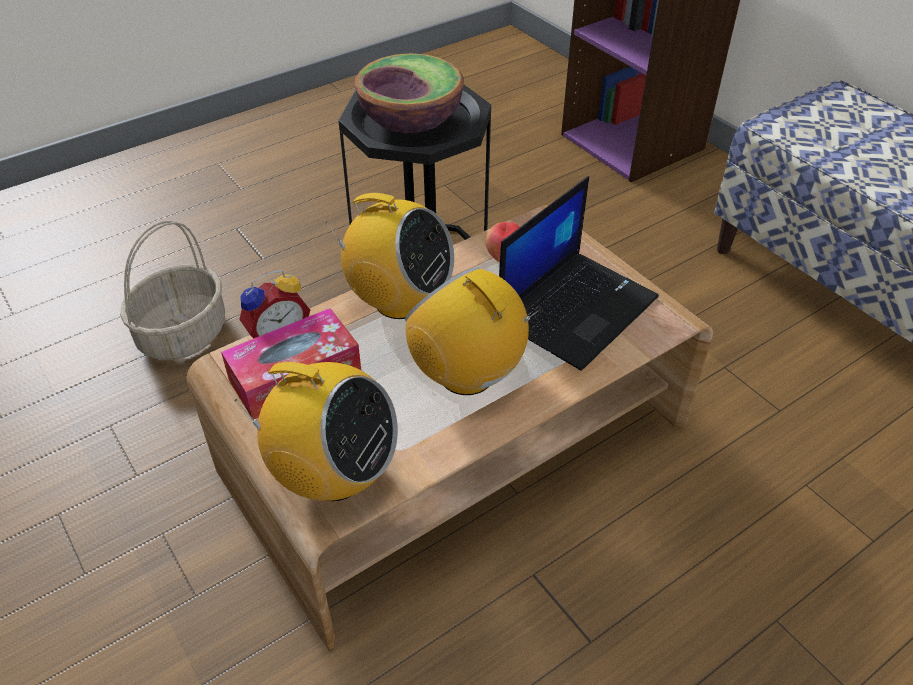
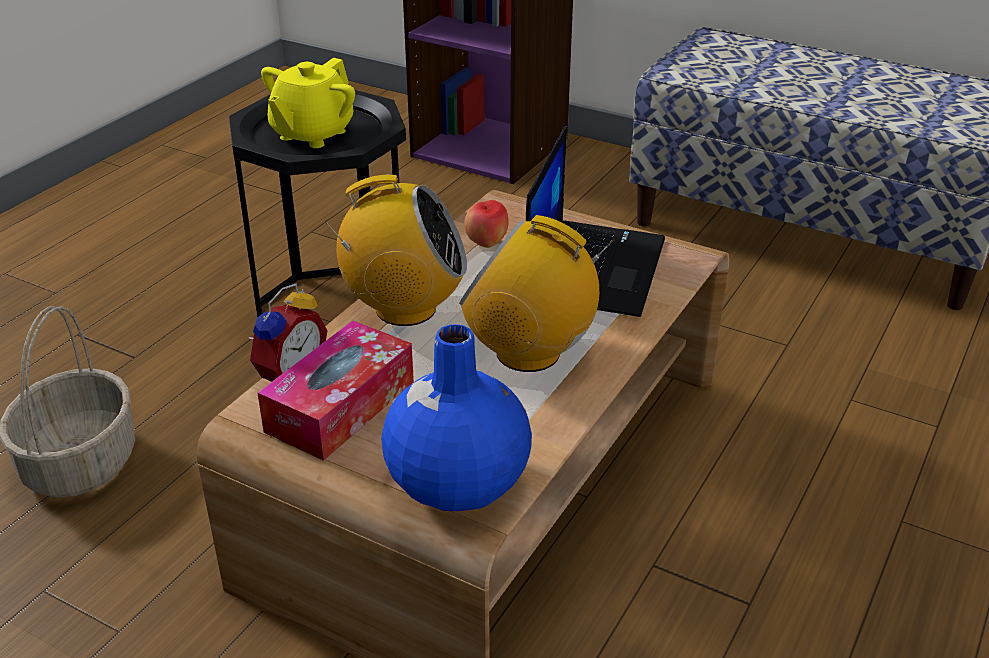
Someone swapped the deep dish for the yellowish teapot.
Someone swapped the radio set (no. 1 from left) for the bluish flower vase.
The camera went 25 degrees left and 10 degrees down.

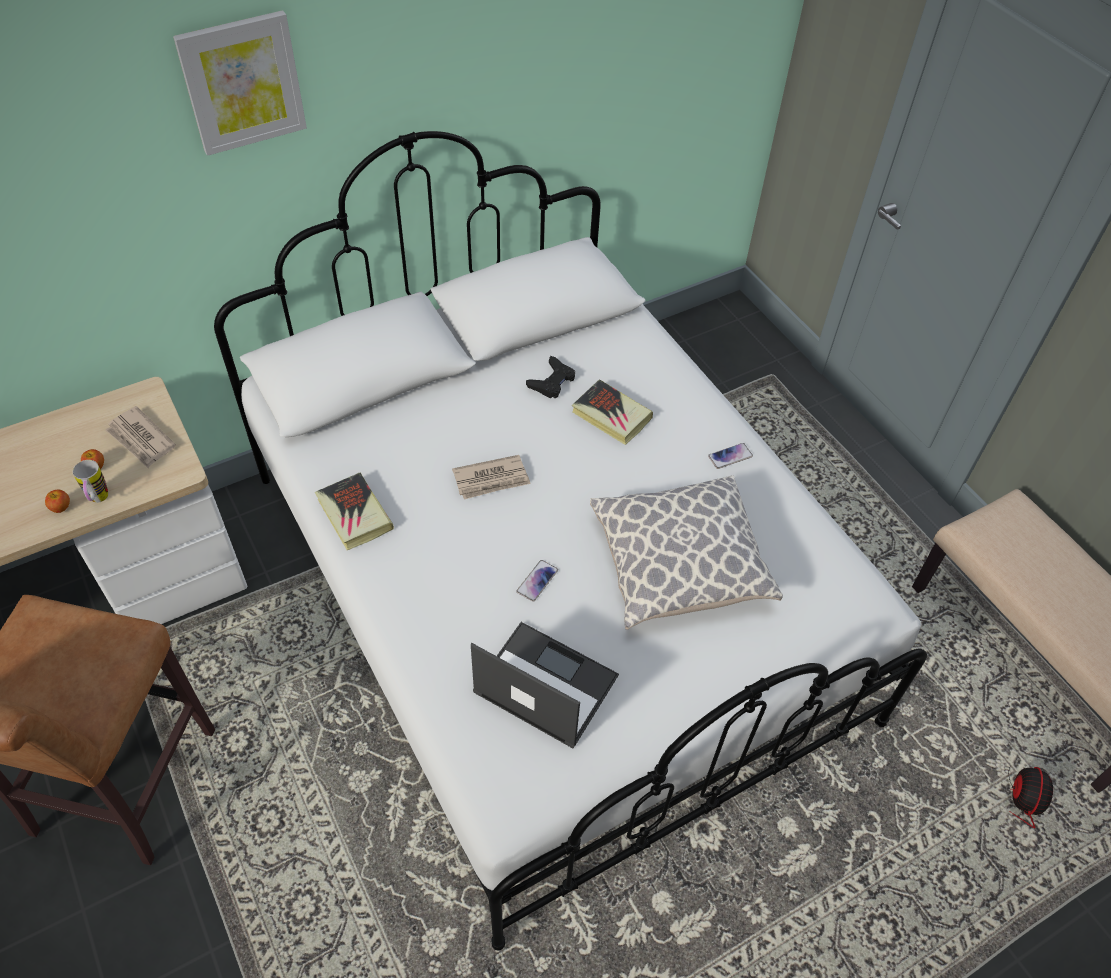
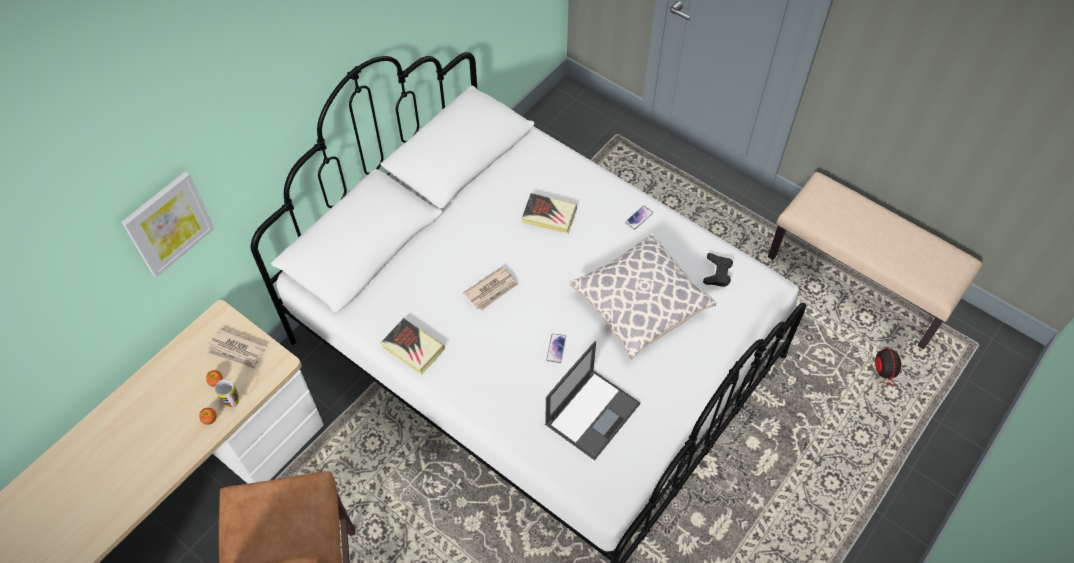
Someone carried the picture.
Someone carried the black-coloured joypad.
Someone rotated the laptop by 120 degrees clockwise.
The camera went 20 degrees left and 5 degrees up.

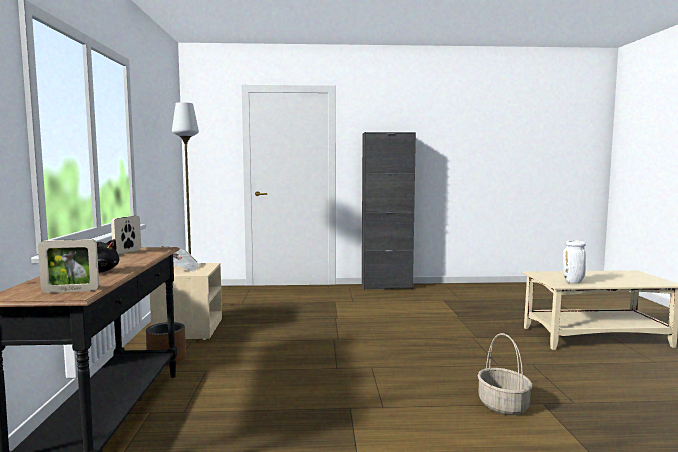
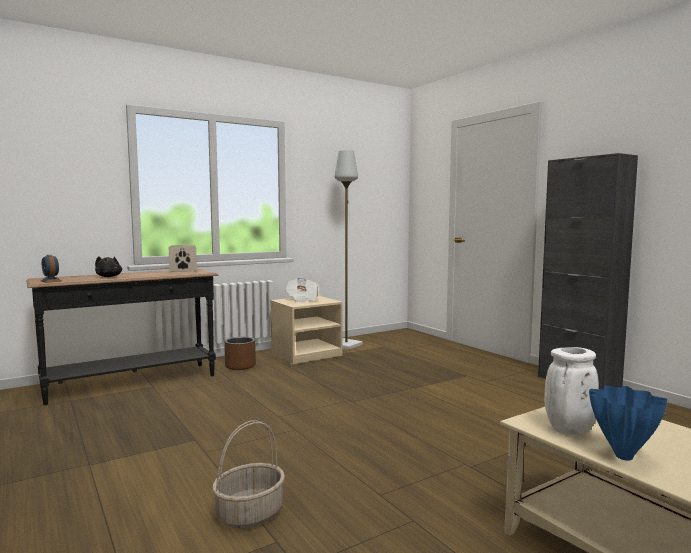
Someone swapped the standing frame (no. 1 from left) for the bedside clock.
Someone put down the bluish flower vase.
The camera went 60 degrees right and 0 degrees up.

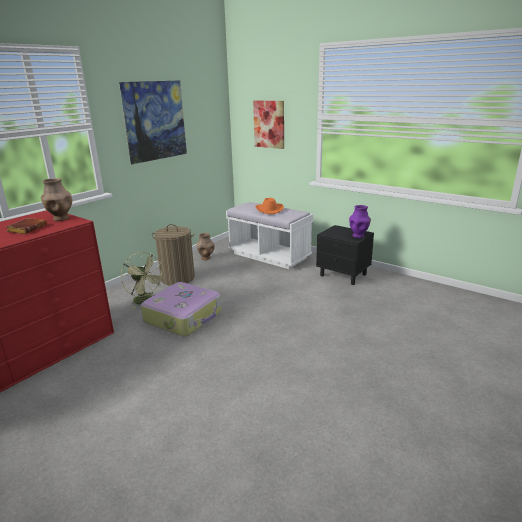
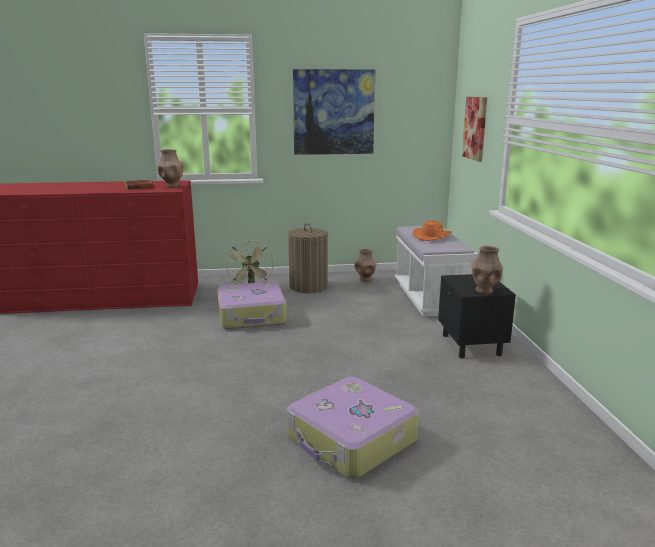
Someone repainted the purple-coloured flower vase, which became the brown flower vase (no. 3 from left).
Someone put down the travel case (no. 2 from left).
The camera went 45 degrees right and 5 degrees down.

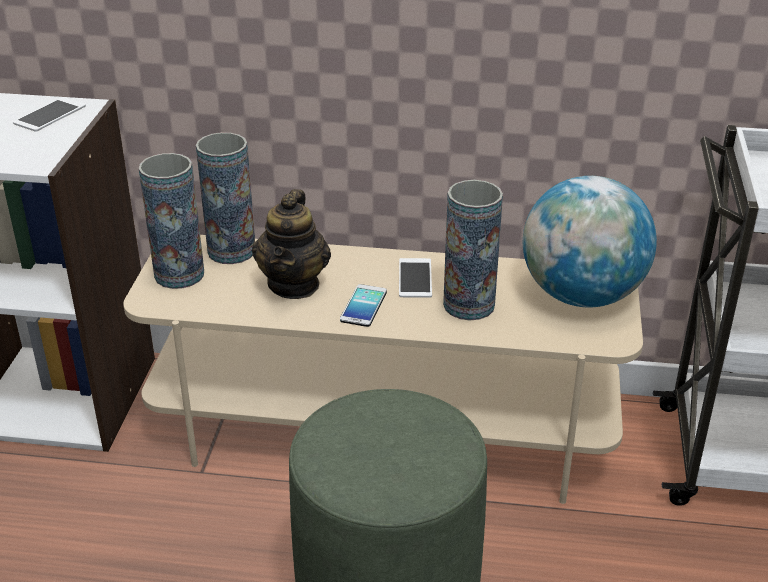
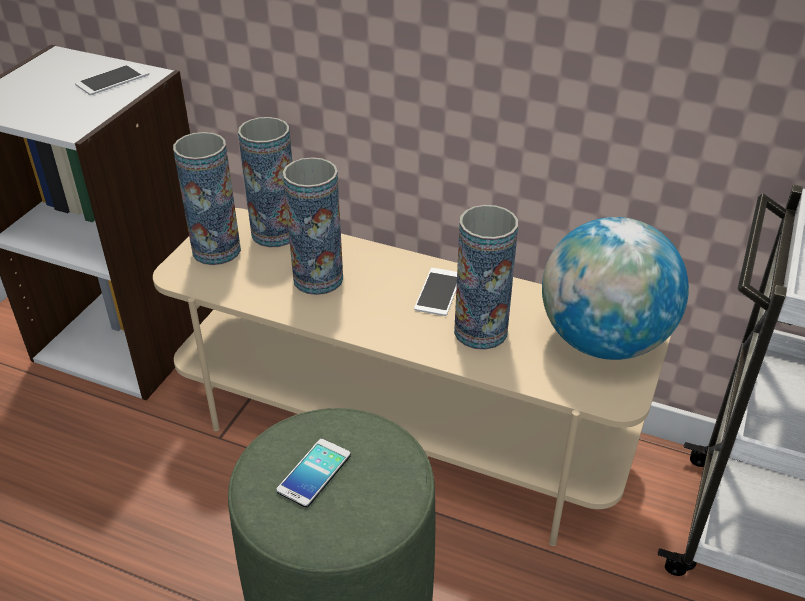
Someone swapped the teapot for the flower vase (no. 3 from left).
Someone carried the telephone (no. 2 from left).
The camera went 15 degrees right and 5 degrees up.

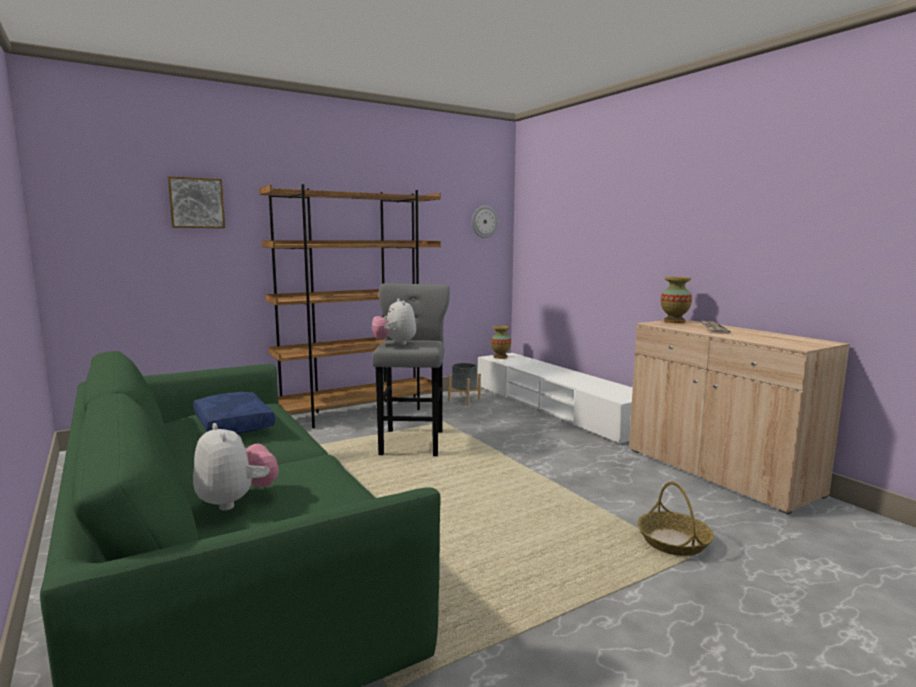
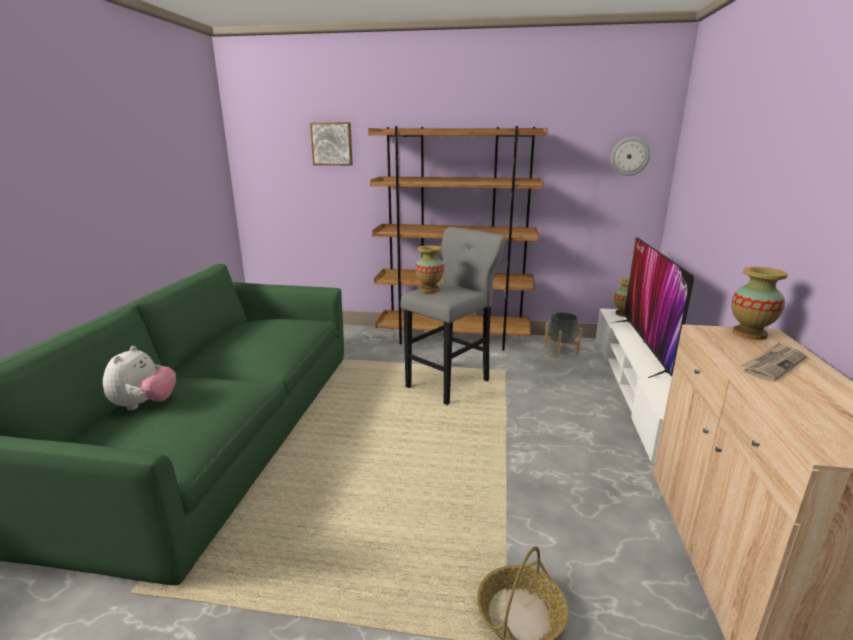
Someone swapped the plush toy (no. 2 from left) for the flower vase (no. 1 from left).
Someone took away the bluish throw pillow.
Someone put down the TV.
The camera went 40 degrees right and 10 degrees up.

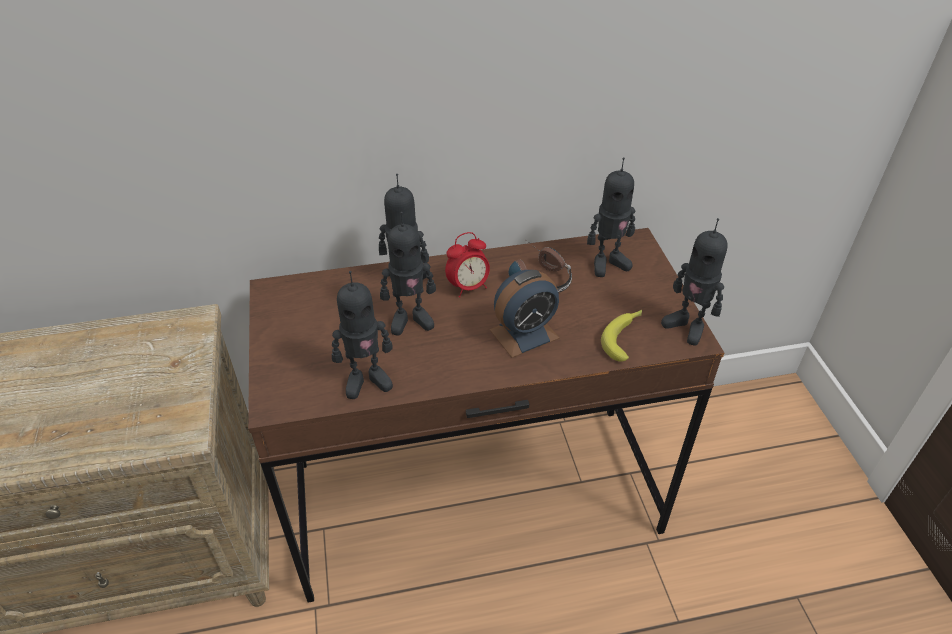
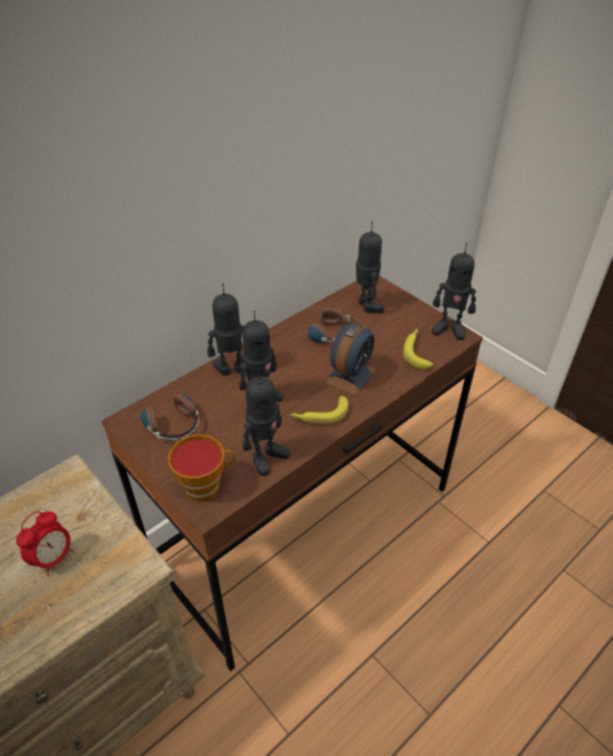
Someone rotated the model robot (no. 4 from left) by 60 degrees counterclockwise.
Someone carried the bedside clock (no. 1 from left).
Someone put down the headphones (no. 1 from left).
Someone put down the whole banana (no. 1 from left).
Someone put down the cup.
The camera went 30 degrees left and 0 degrees up.

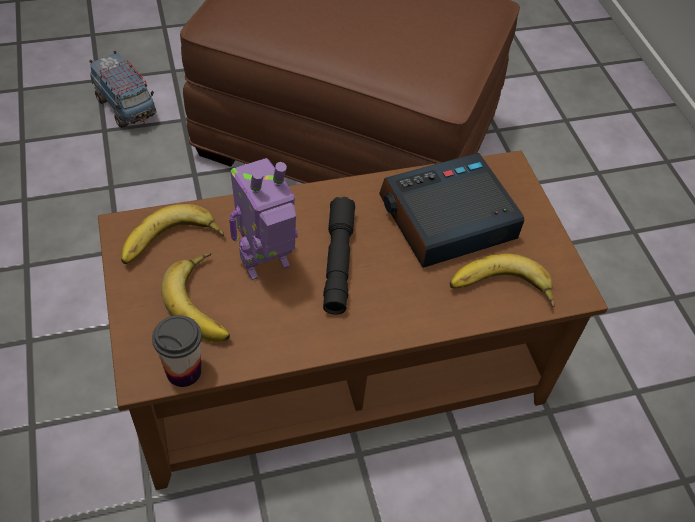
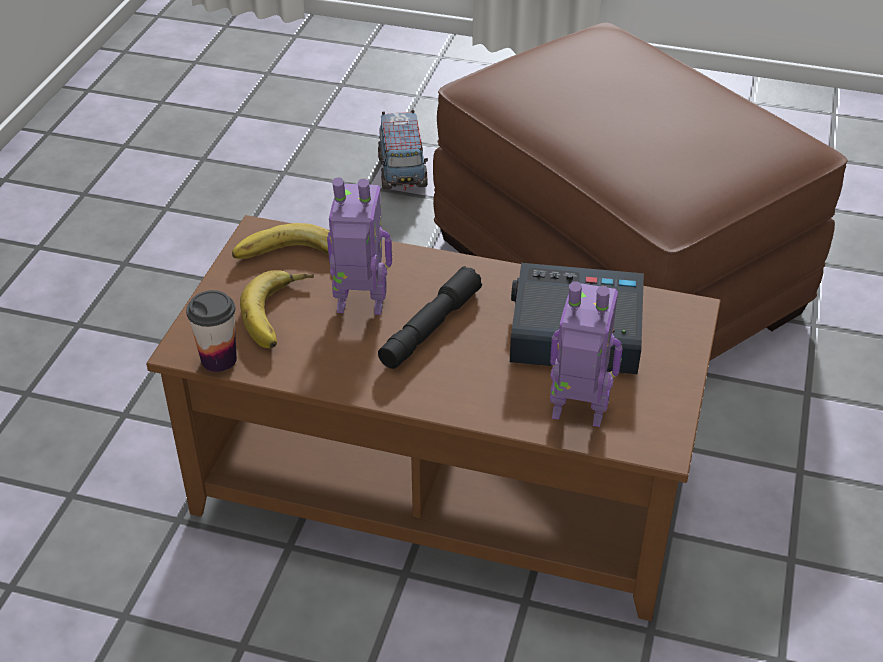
Someone swapped the whole banana (no. 3 from left) for the model robot (no. 2 from left).
The camera went 35 degrees right and 10 degrees down.

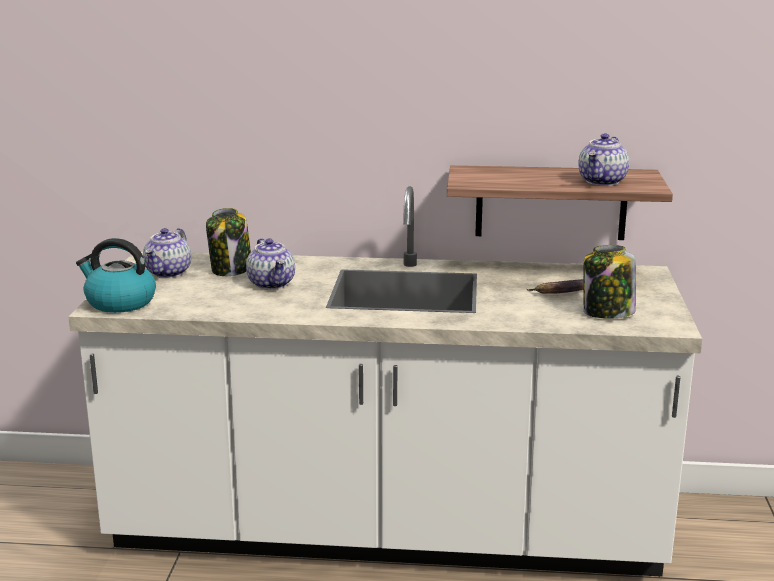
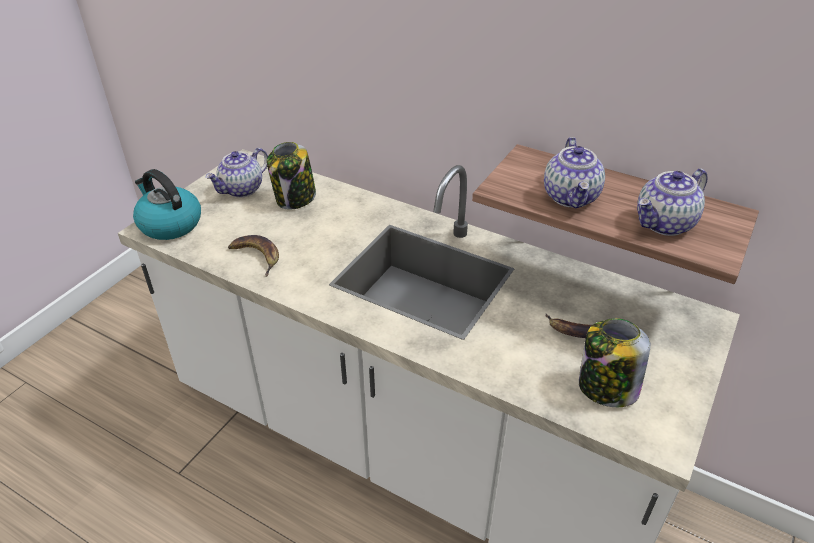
Someone carried the teapot (no. 2 from left).
Someone put down the whole banana (no. 1 from left).
The camera went 25 degrees right and 20 degrees up.

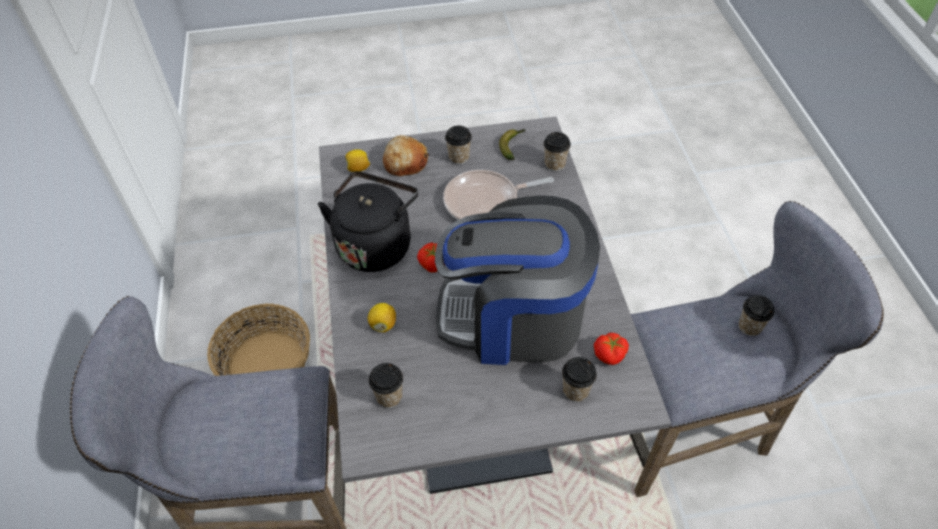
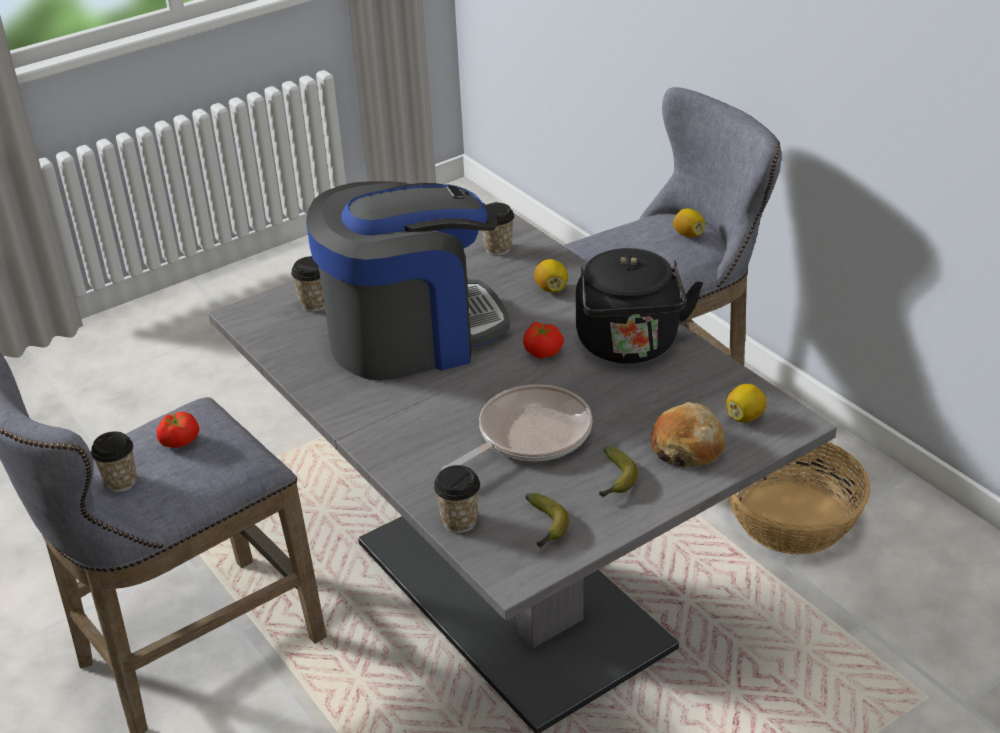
Someone swapped the cup (no. 2 from left) for the whole banana (no. 2 from left).
Someone carried the whole tomato (no. 2 from left in the first image).
Someone put down the whole lemon (no. 2 from left).
The camera went 155 degrees right and 15 degrees down.

